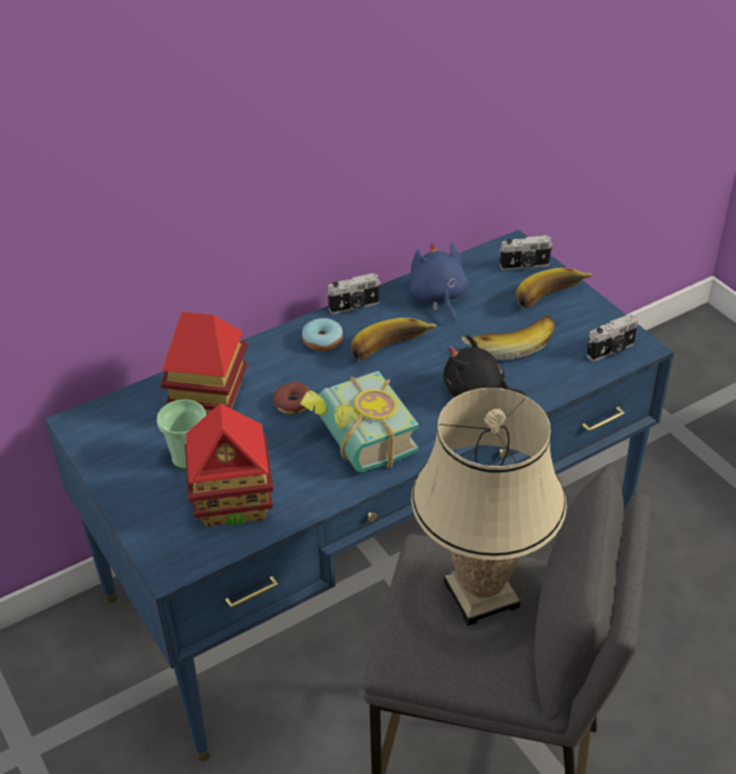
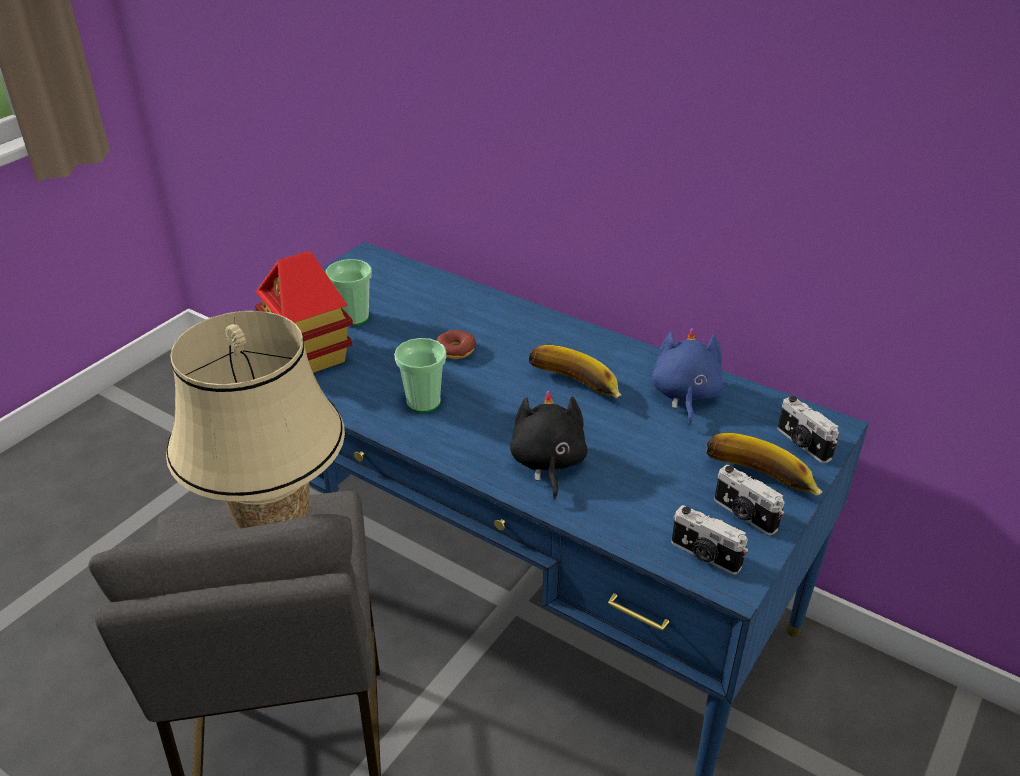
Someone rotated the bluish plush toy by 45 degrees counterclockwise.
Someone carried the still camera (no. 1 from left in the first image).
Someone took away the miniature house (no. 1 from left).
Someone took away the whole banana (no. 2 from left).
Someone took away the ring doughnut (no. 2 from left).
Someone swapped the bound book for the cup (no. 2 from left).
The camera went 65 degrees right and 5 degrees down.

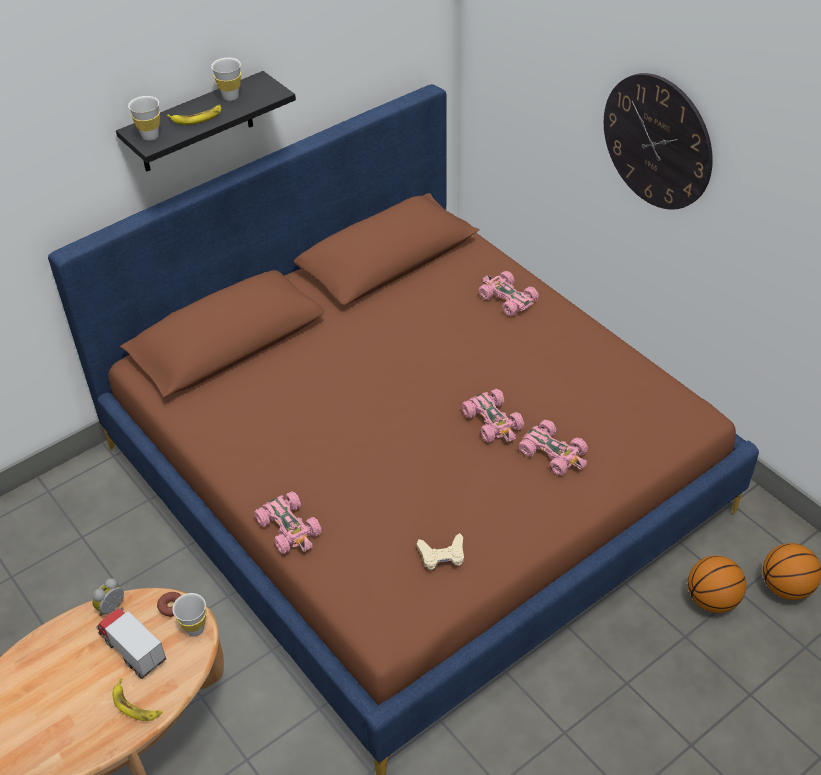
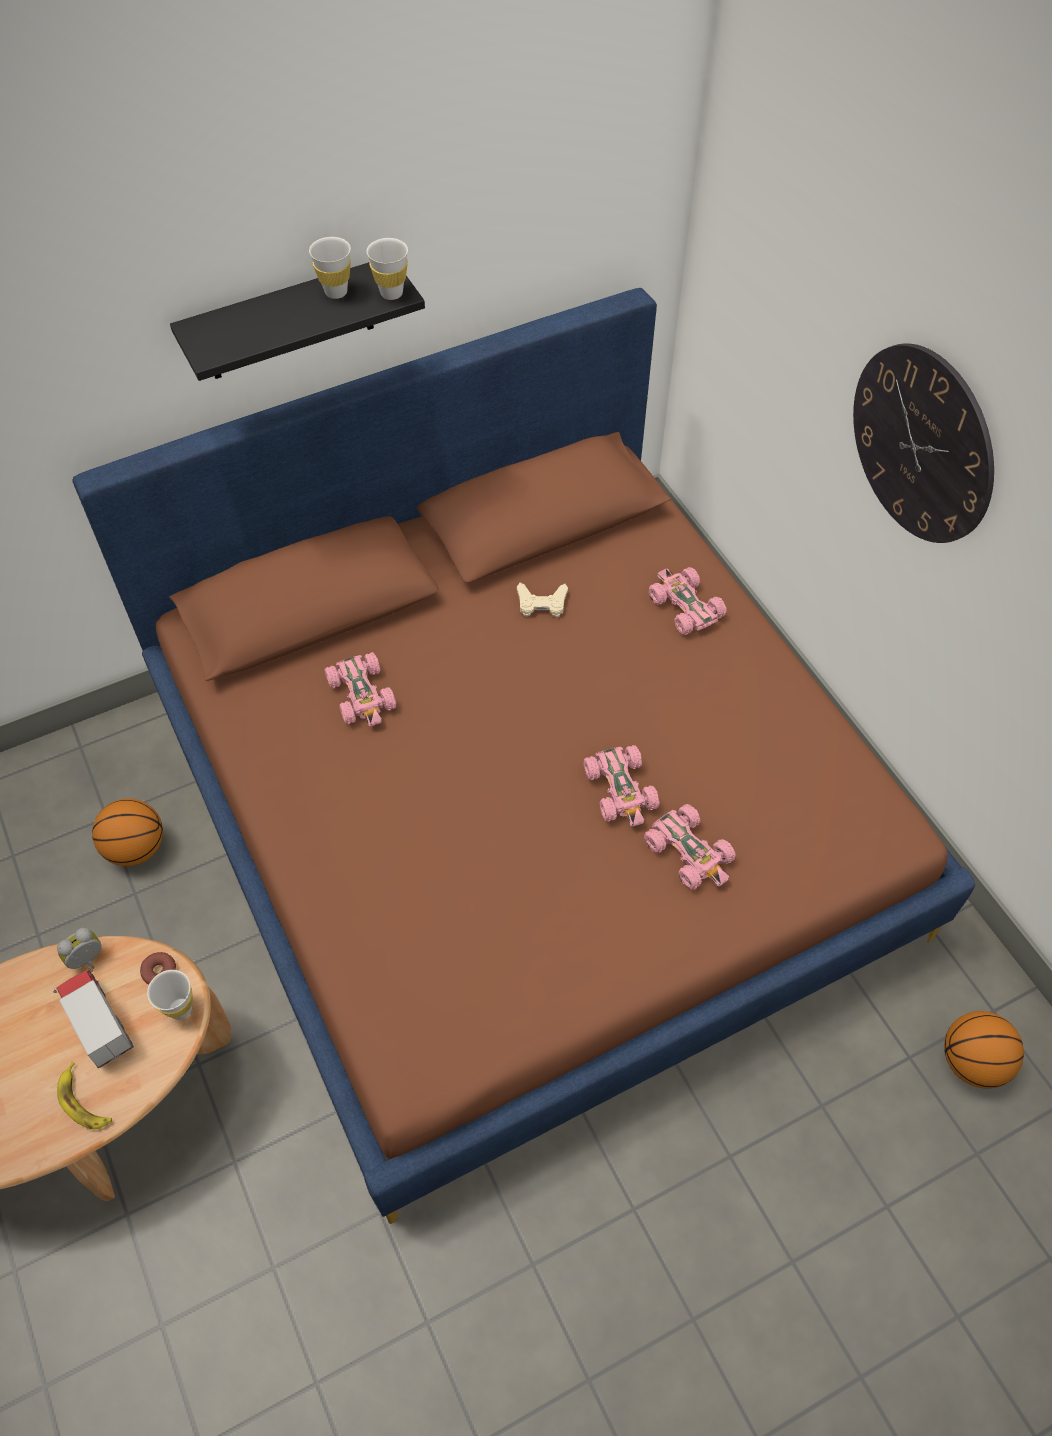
Someone carried the white cup (no. 1 from left in the first image).
Someone took away the whole banana (no. 2 from left).
Someone carried the pinkish toy car (no. 1 from left).
Someone carried the beige joypad.
Someone carried the basketball (no. 1 from left).
The camera went 10 degrees right and 10 degrees up.

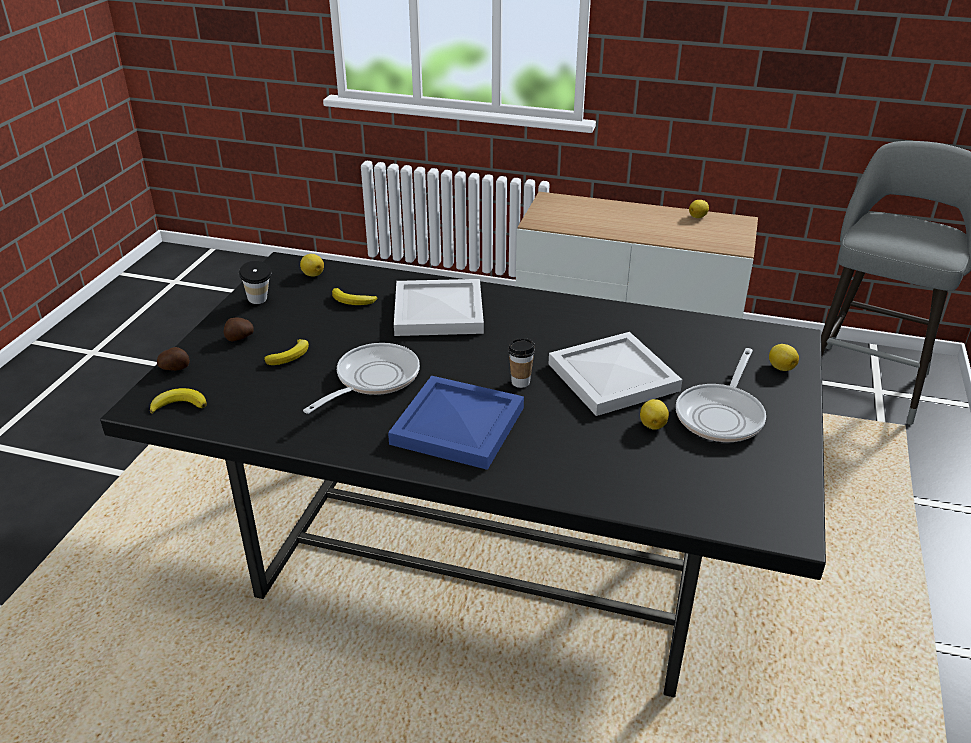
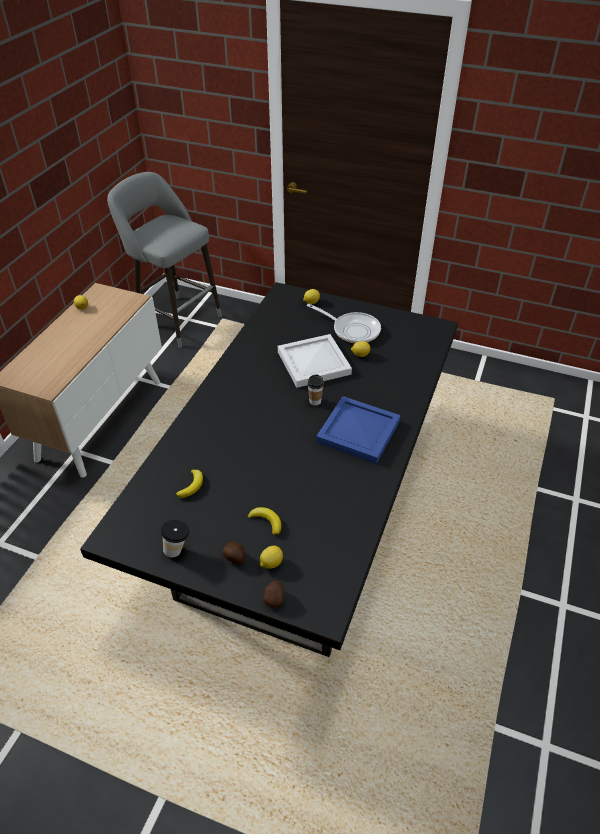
Someone carried the whole lemon (no. 1 from left in the first image).
Someone took away the white serving tray (no. 1 from left).
Someone took away the skillet (no. 1 from left).
Someone took away the whole banana (no. 1 from left).
The camera went 85 degrees left and 10 degrees up.

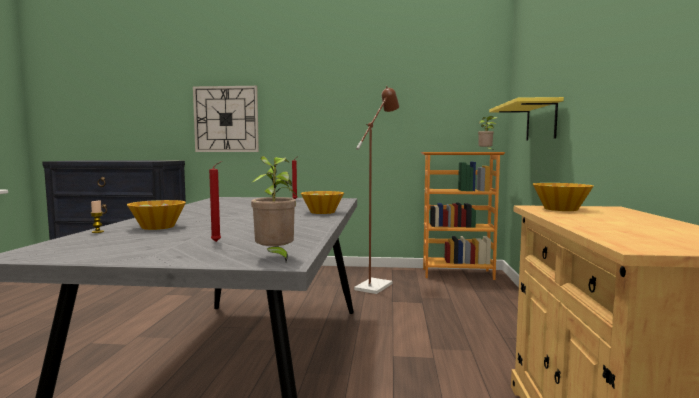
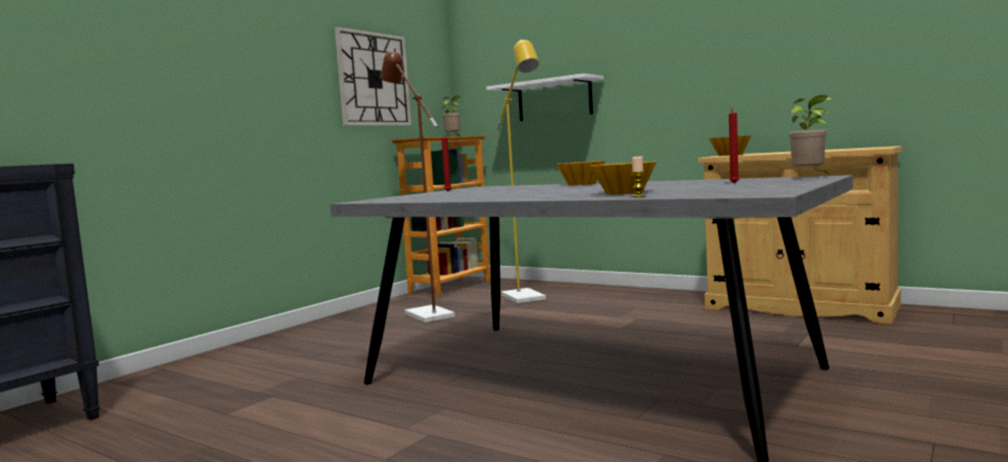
Someone carried the clock on the wall.
Someone repainted the yellowish shelf, which became the white shelf.
Someone put down the yellowish standard lamp.
The camera went 60 degrees left and 0 degrees up.

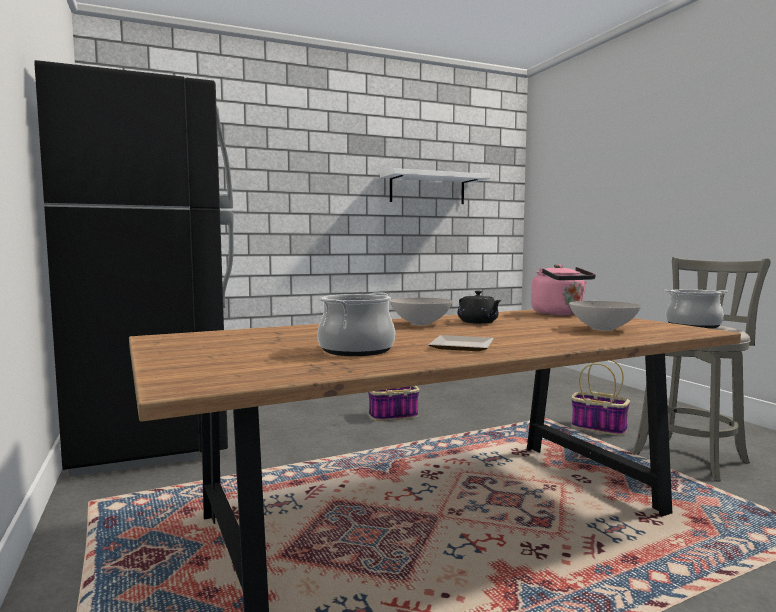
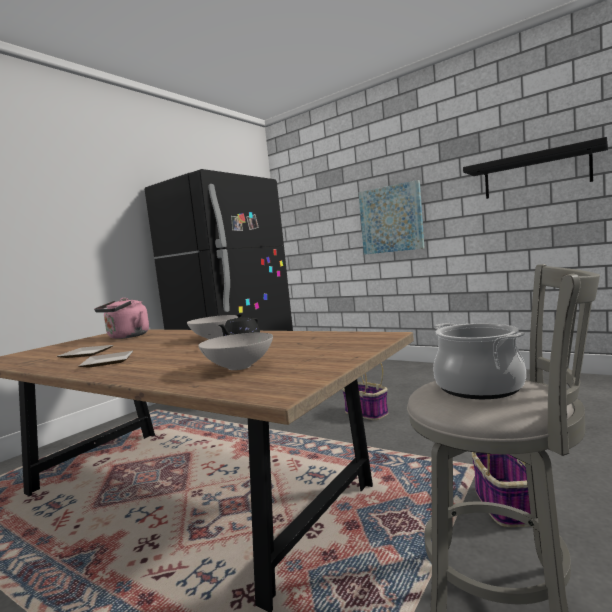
Someone repainted the white shelf, which became the black-coloured shelf.
Someone carried the pinkish tea kettle.
Someone swapped the cooking pot (no. 1 from left) for the dinner plate (no. 1 from left).
Someone put up the picture.
The camera went 60 degrees right and 0 degrees up.

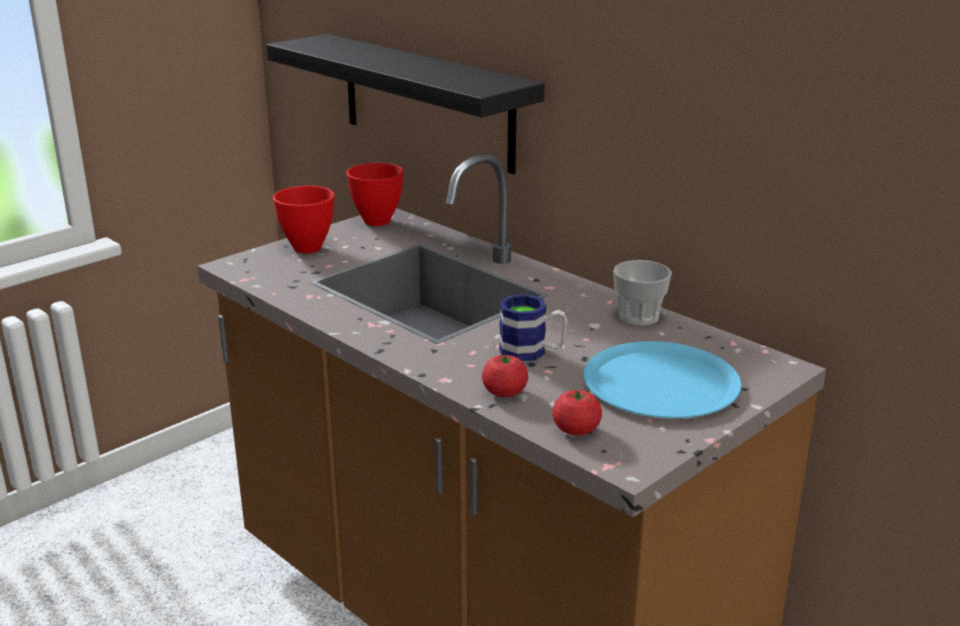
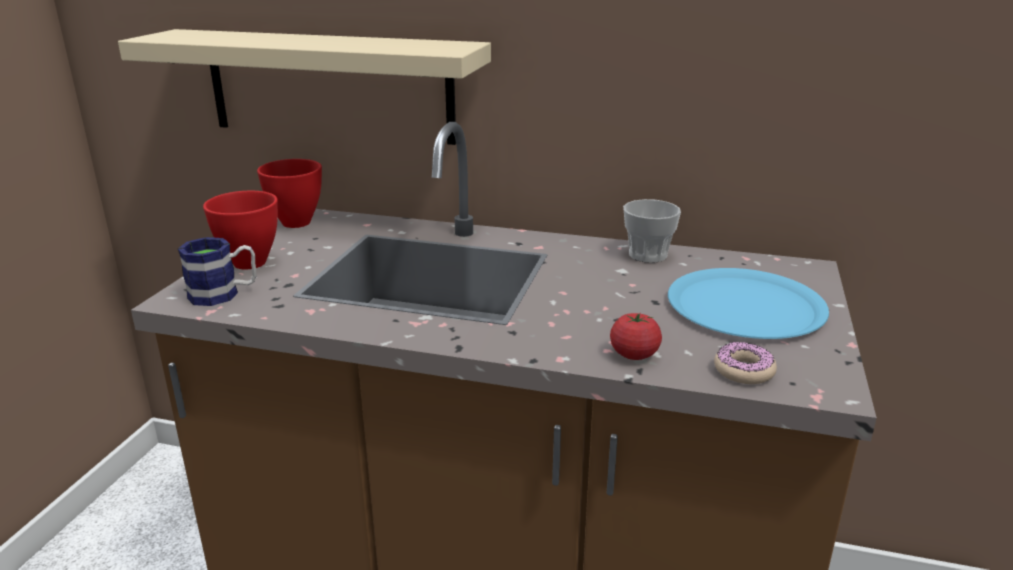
Someone repainted the black-coloured shelf, which became the beige shelf.
Someone carried the tea mug.
Someone swapped the whole tomato (no. 2 from left) for the ring doughnut.
The camera went 30 degrees left and 0 degrees up.

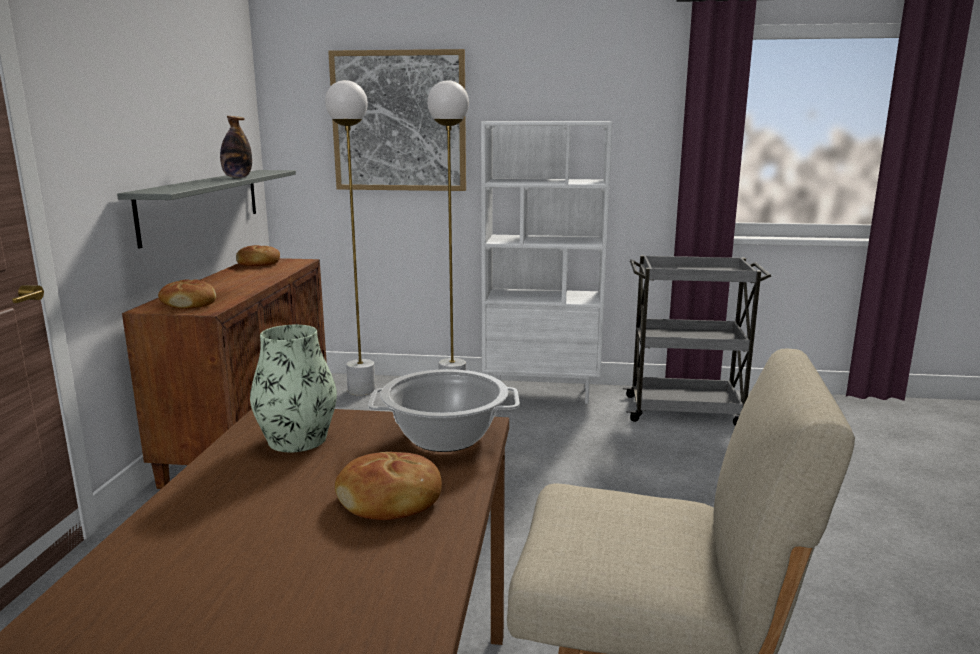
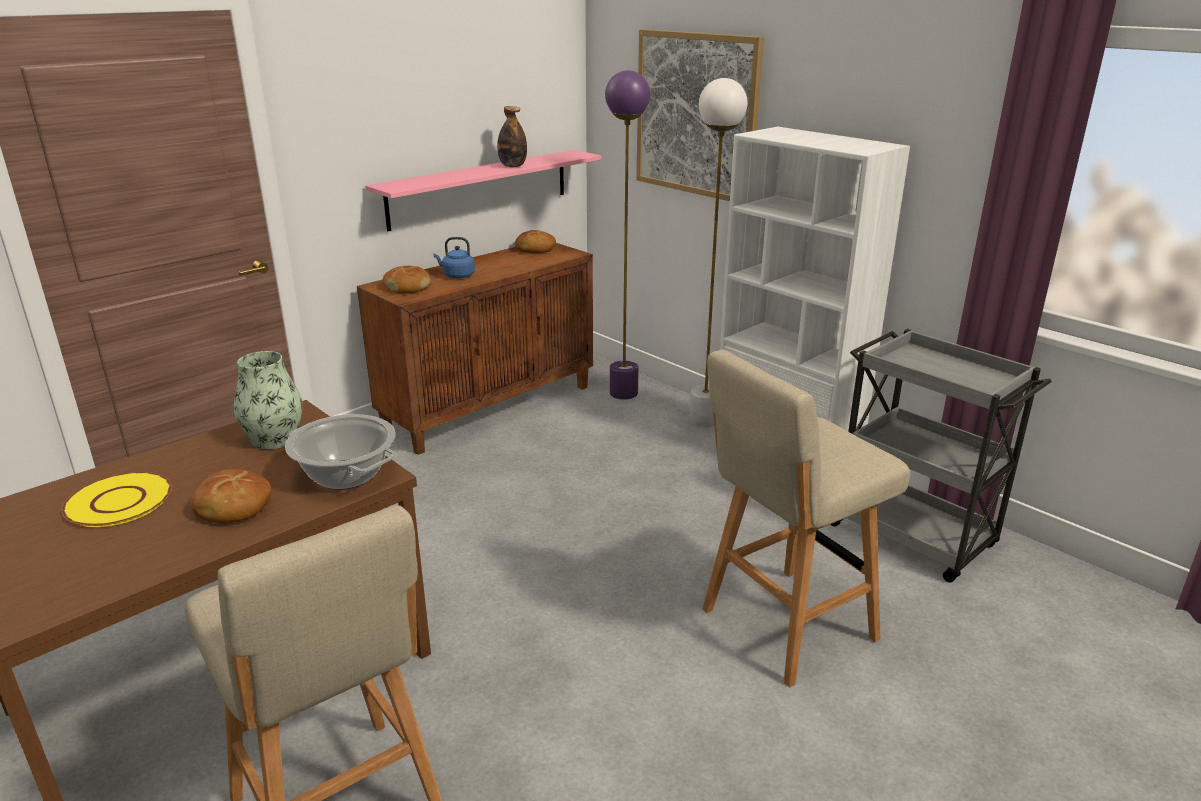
Someone repainted the white standard lamp (no. 1 from left), which became the purple-coloured standard lamp.
Someone repainted the grey shelf, which became the pinkish shelf.
Someone put down the bluish tea kettle.
Someone put down the beige sitting stool (no. 2 from left).
Someone put down the yellowish dinner plate.
The camera went 40 degrees right and 10 degrees up.

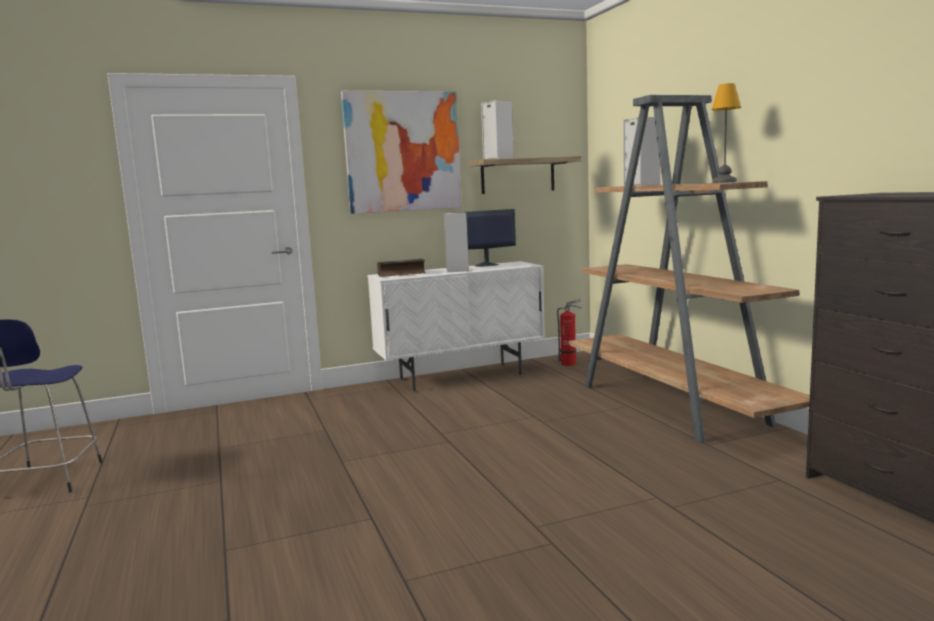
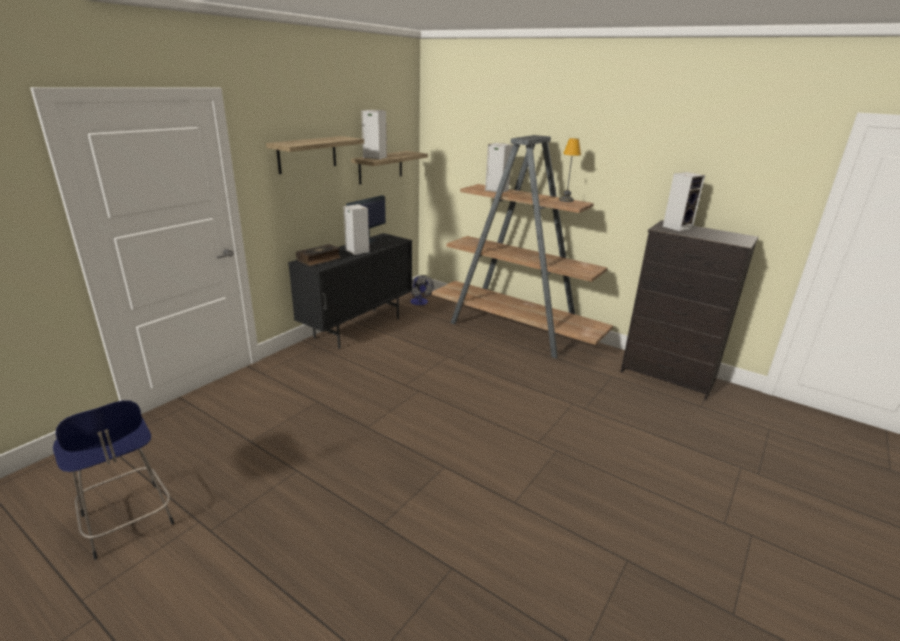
Someone swapped the picture for the shelf (no. 1 from left).
Someone repainted the white cabinet, which became the black-coloured cabinet.
Someone swapped the fire extinguisher for the fan.
Someone put down the loudspeaker (no. 4 from left).
The camera went 35 degrees left and 15 degrees up.

